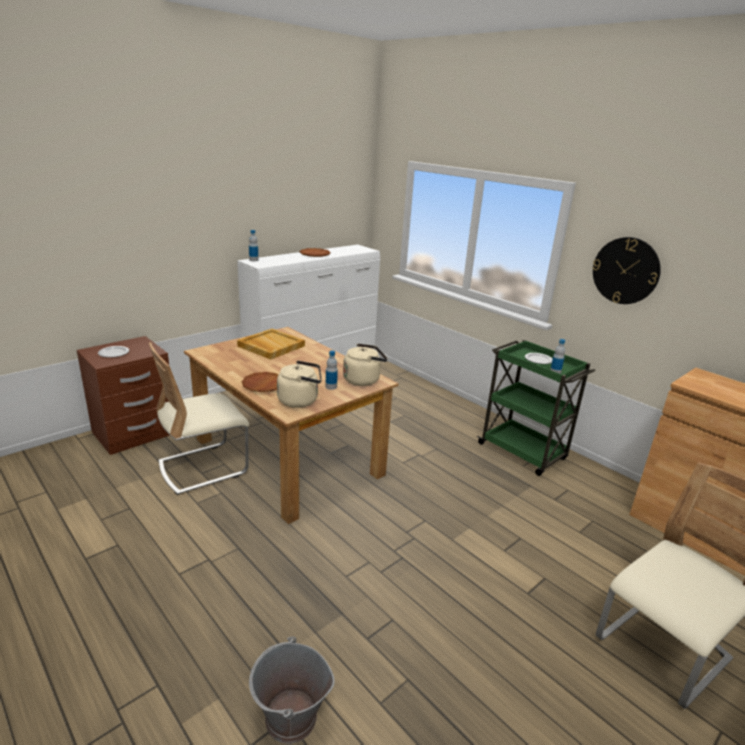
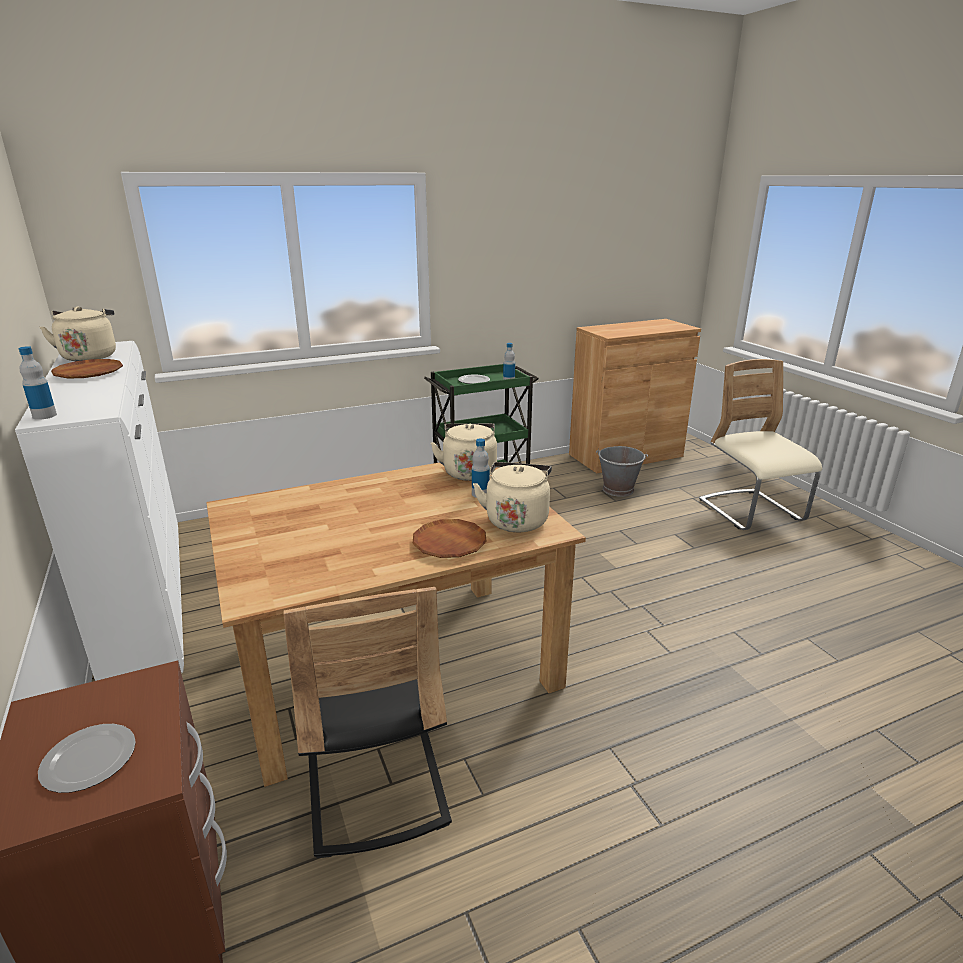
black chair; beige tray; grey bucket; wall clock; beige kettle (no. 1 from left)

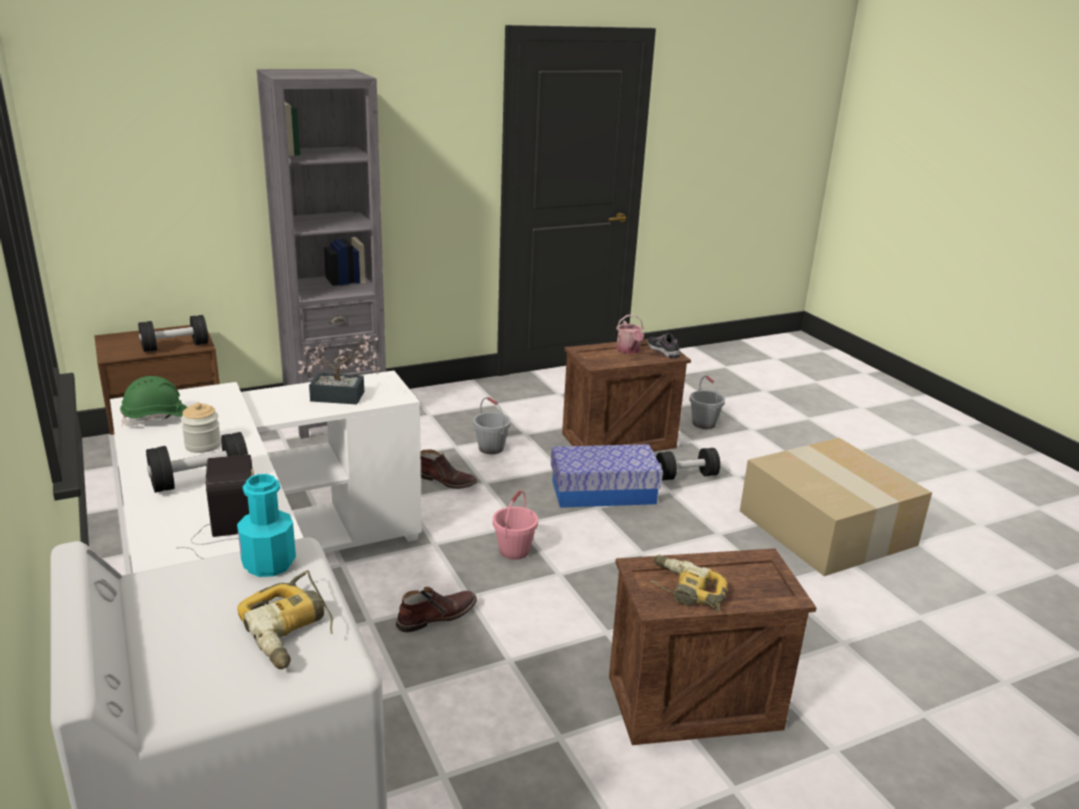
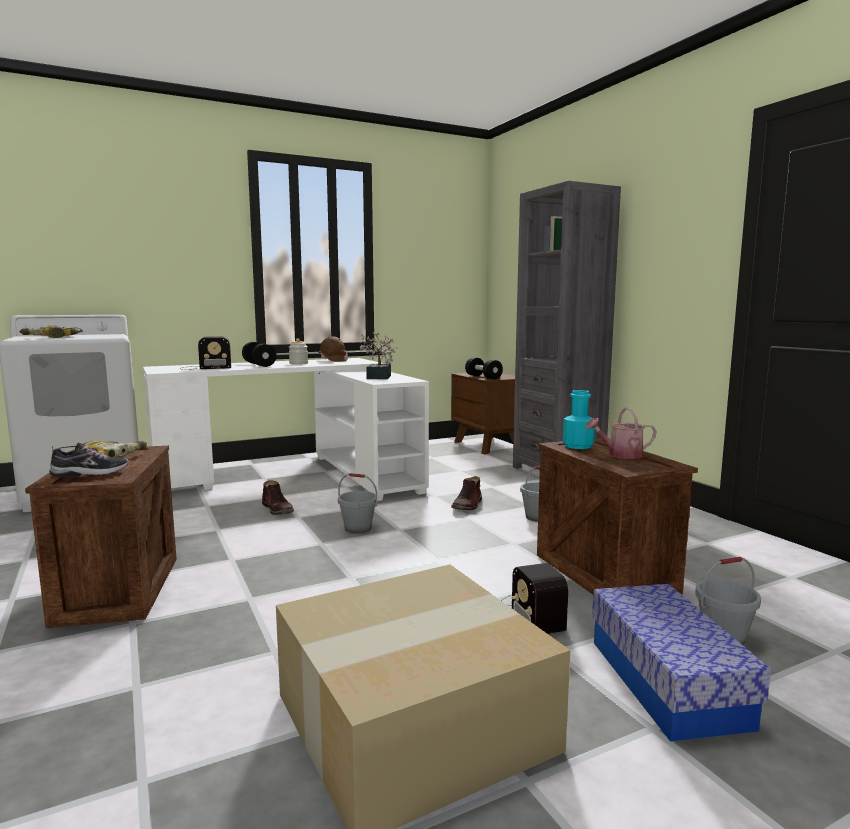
brown hard hat; turquoise bottle; grey bucket (no. 1 from left); storage box; shoe; radio (no. 2 from left)

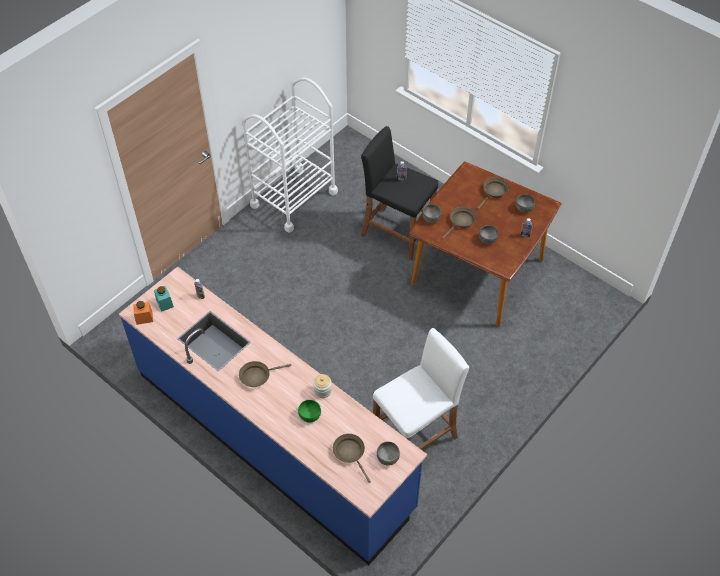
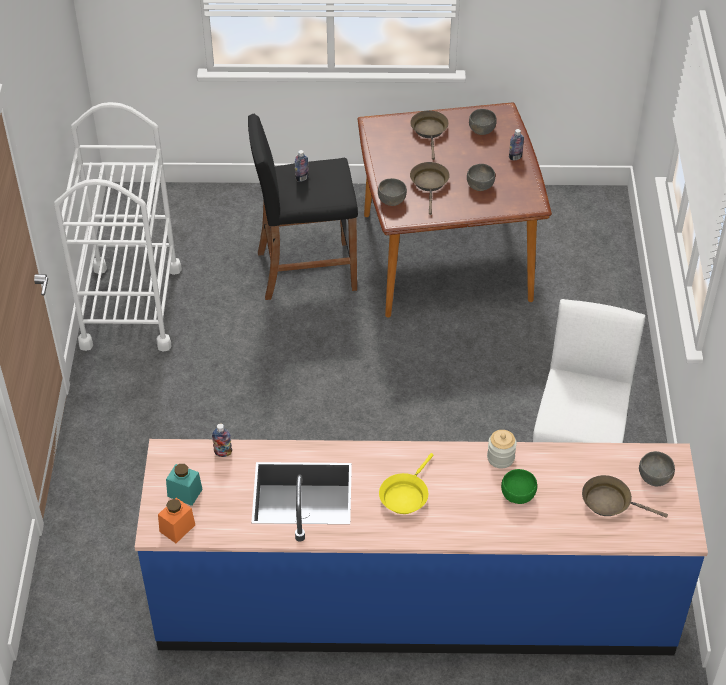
yellow frying pan

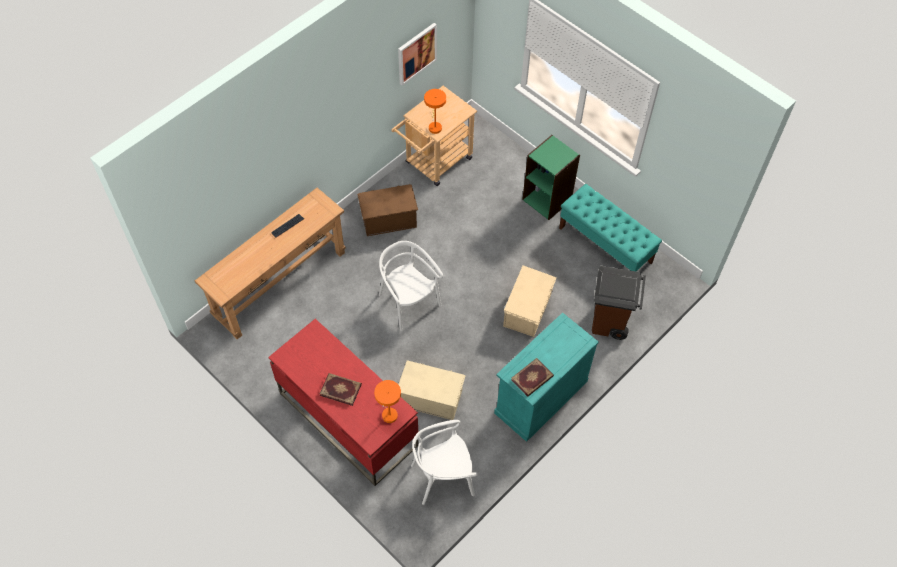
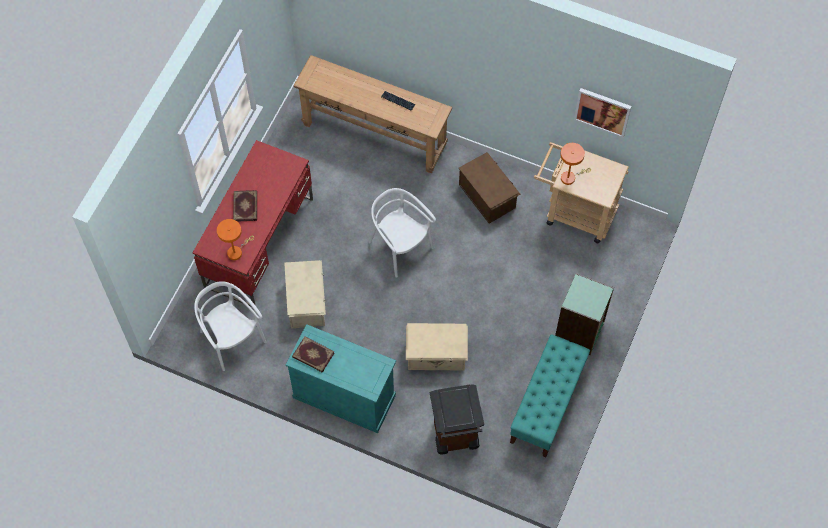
white chair (no. 2 from left)

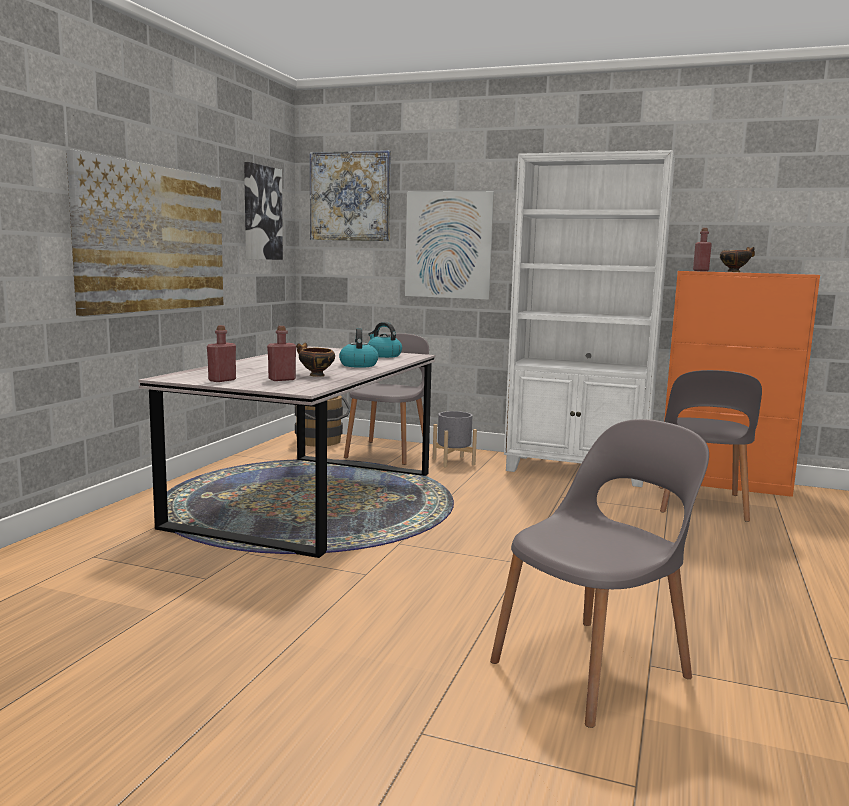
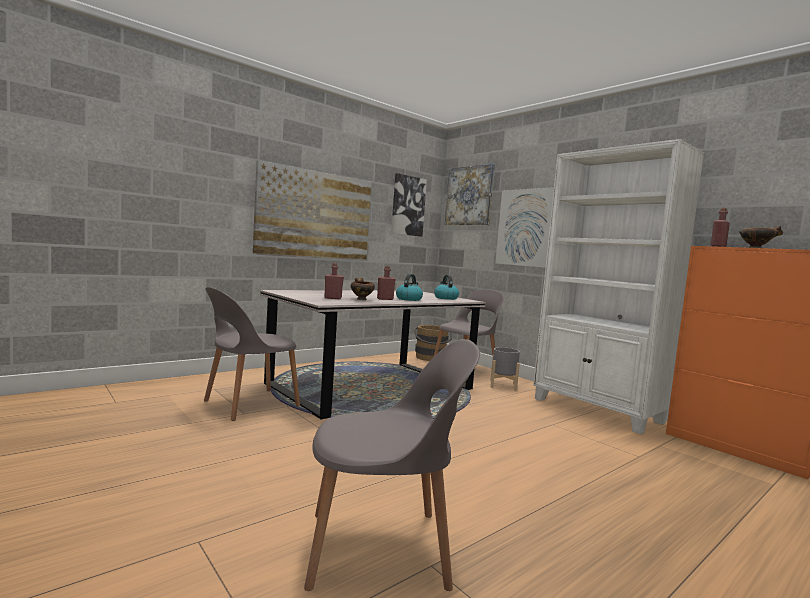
red bottle (no. 2 from left); grey chair (no. 1 from left)

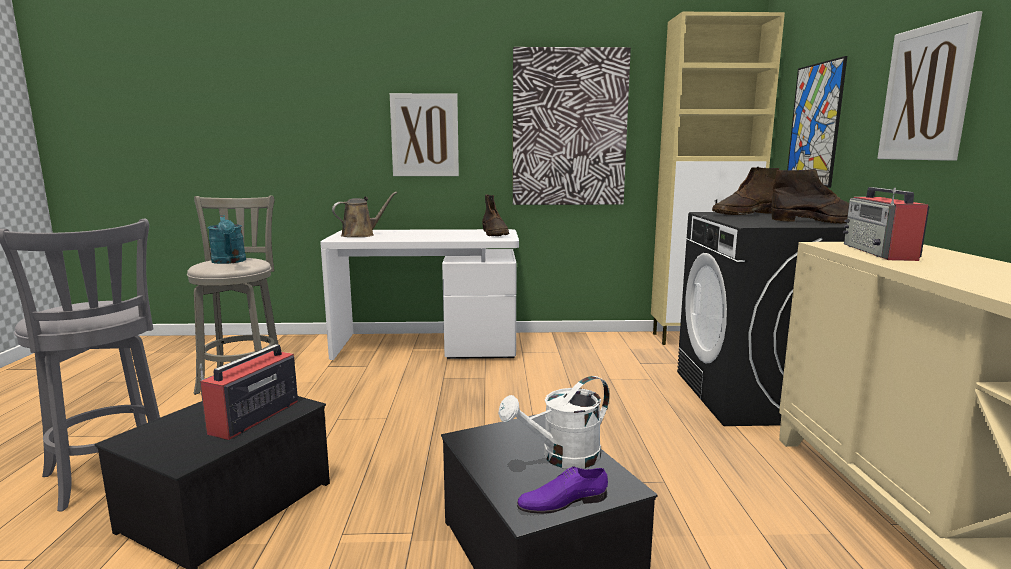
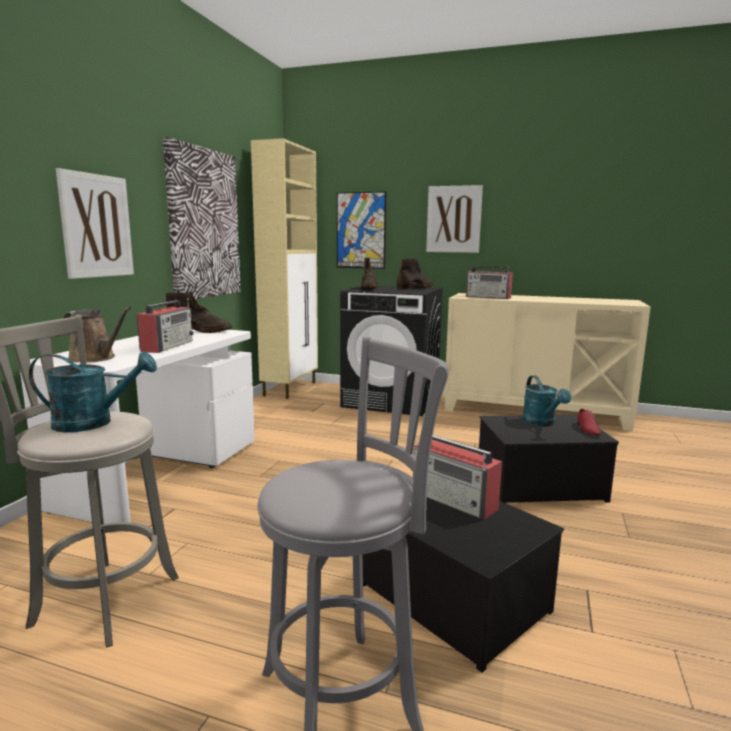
brown watering can; turquoise watering can (no. 2 from left); red shoe; radio (no. 1 from left)

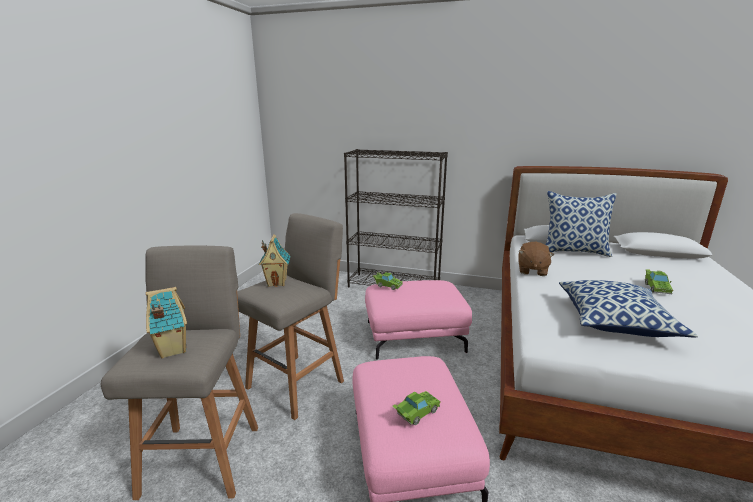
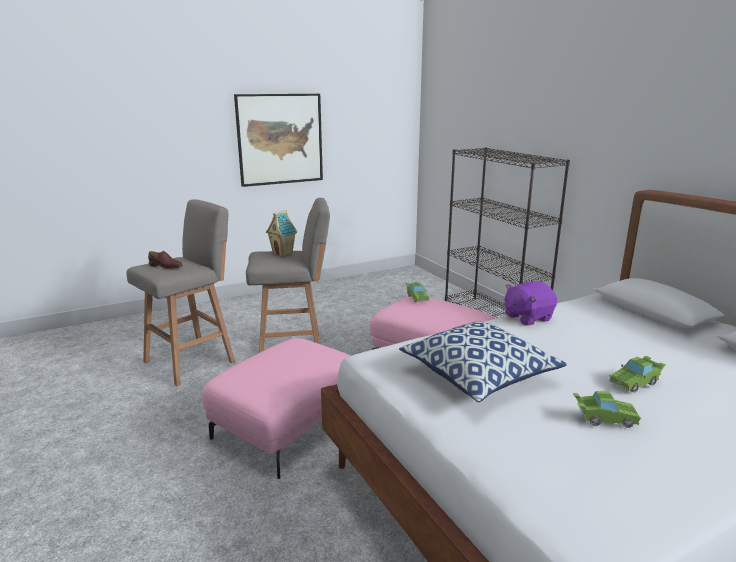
brown shoe; green toy car (no. 2 from left); purple plush toy; pillow (no. 1 from left in the first image); picture

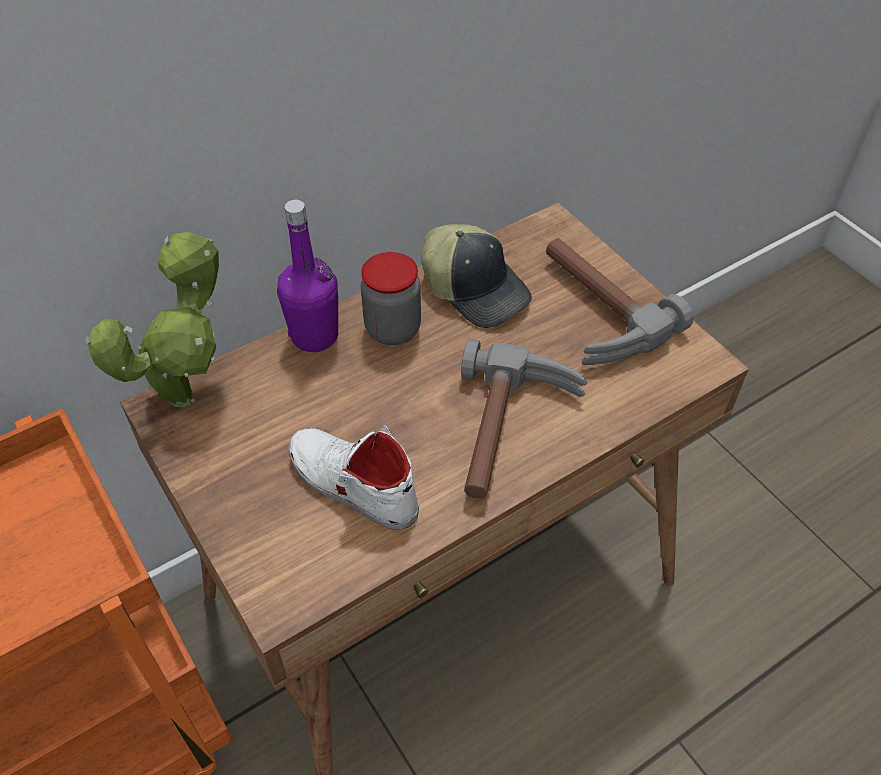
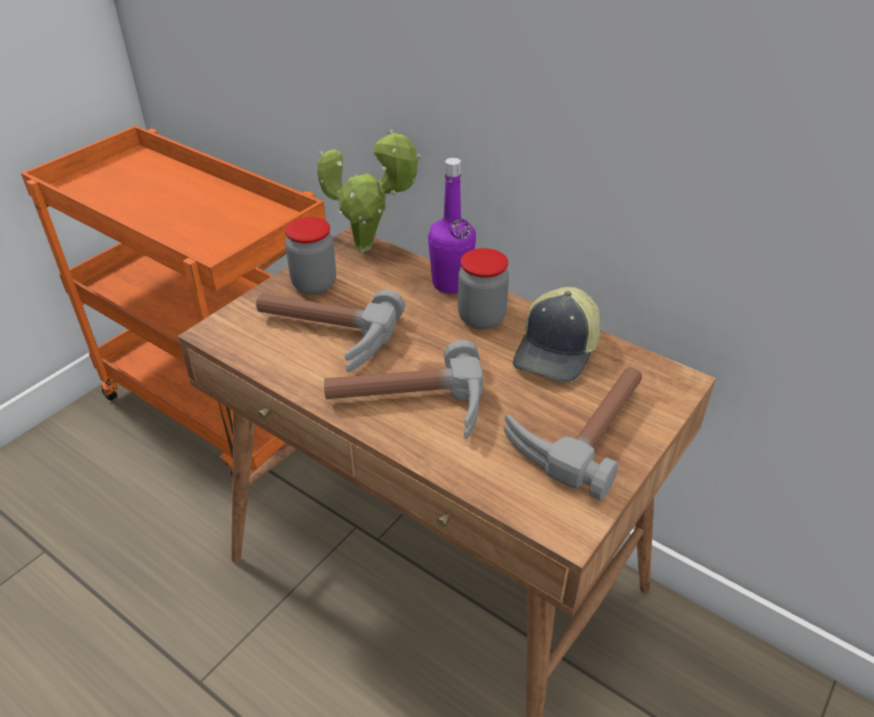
hammer (no. 1 from left); jar (no. 1 from left)

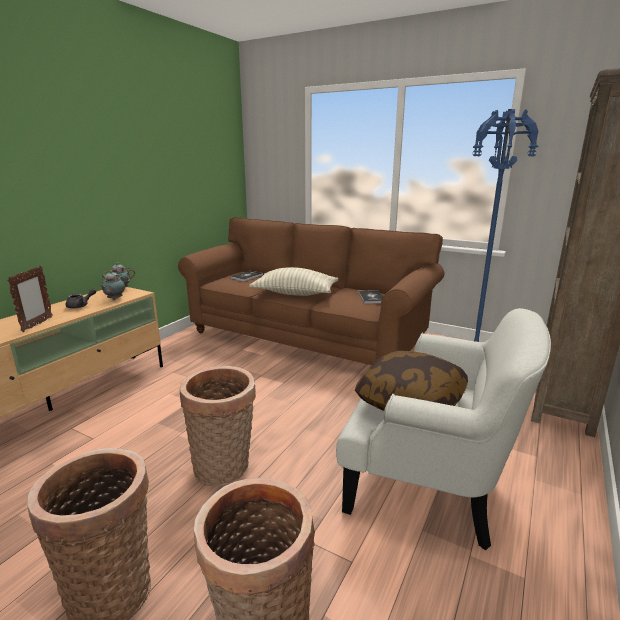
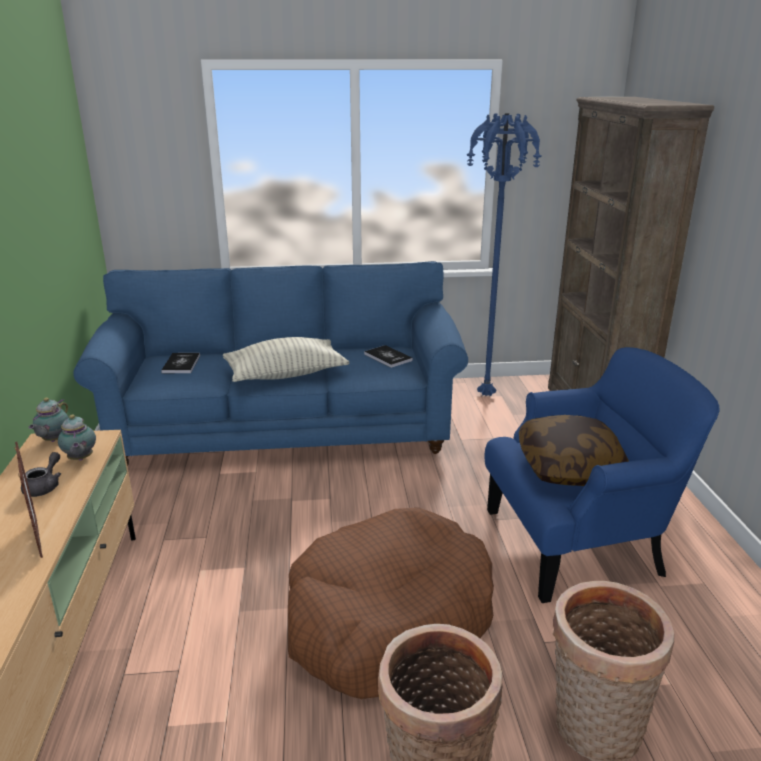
blue sofa; brown dog bed; blue armchair

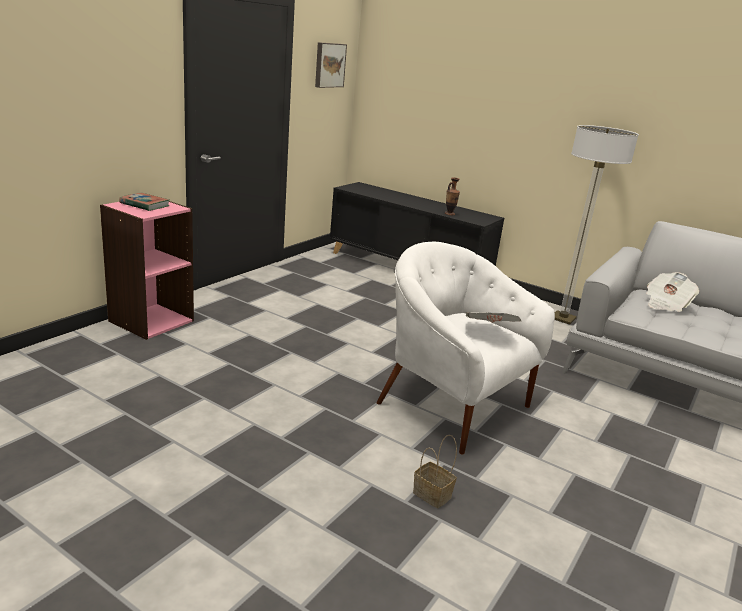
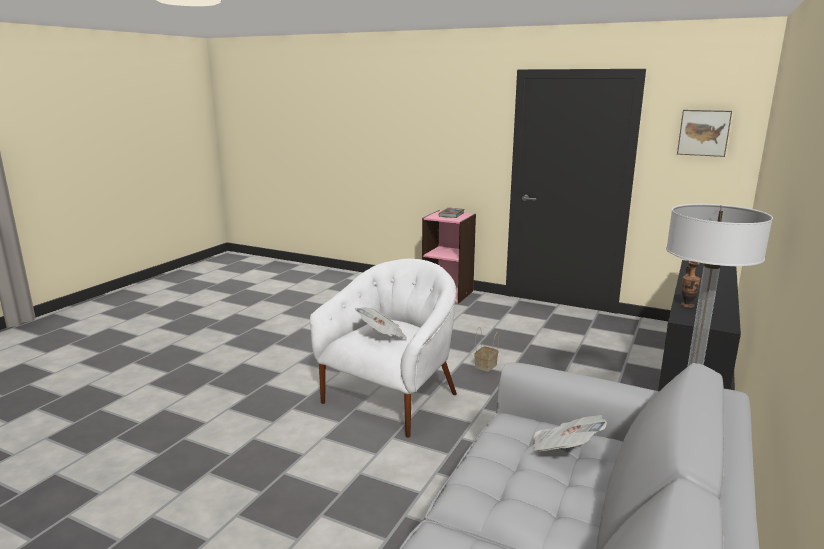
basket

